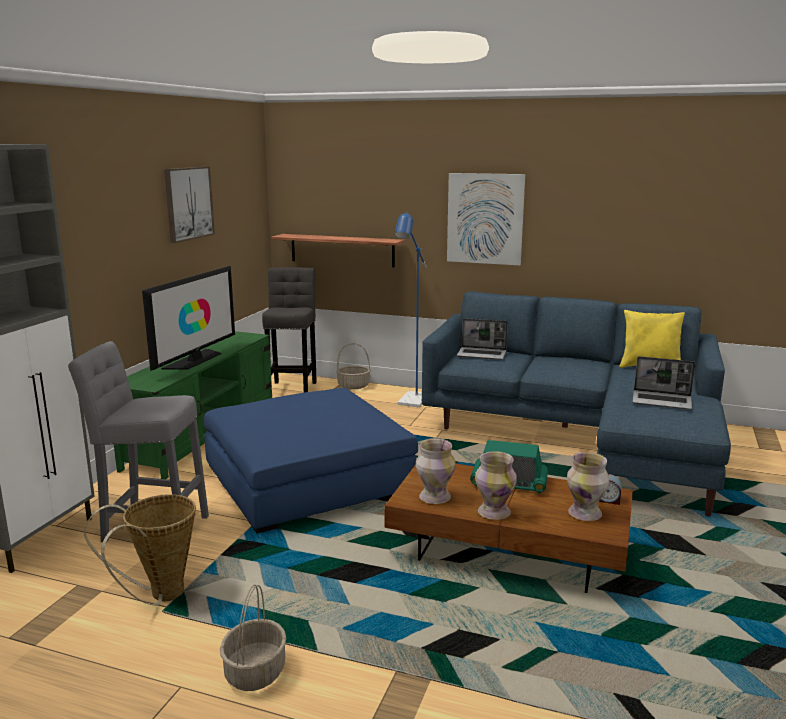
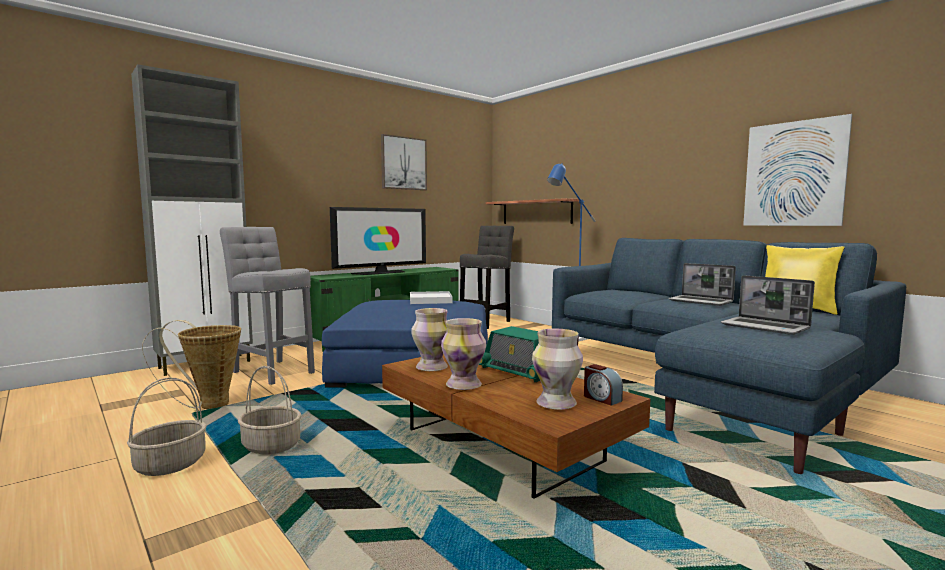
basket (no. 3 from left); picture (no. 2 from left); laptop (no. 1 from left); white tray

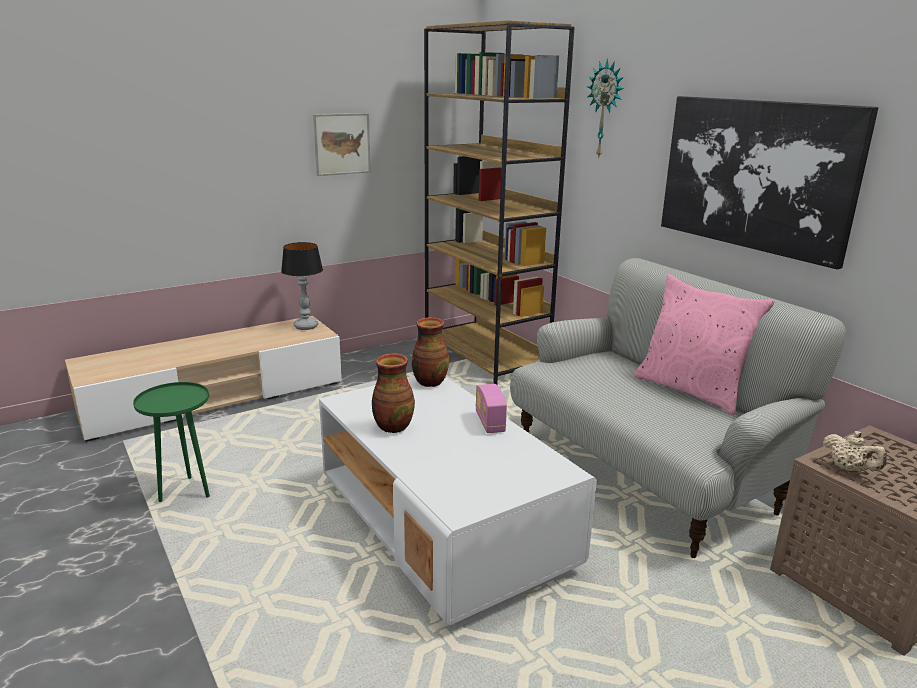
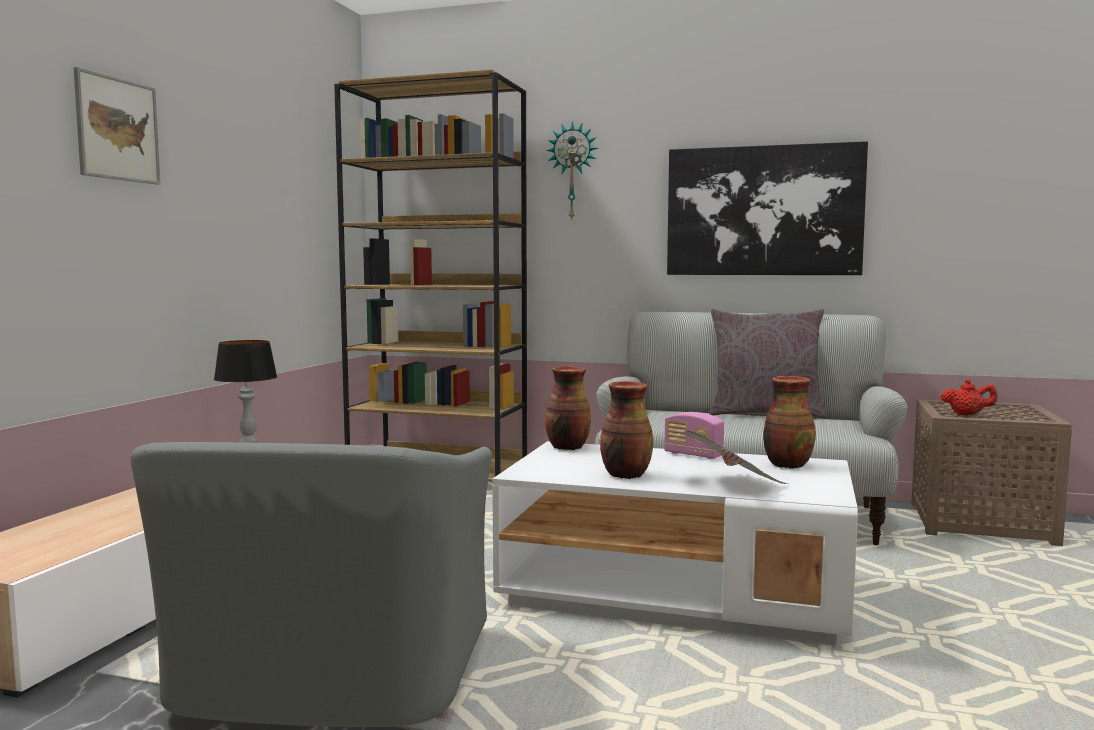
grey armchair; picture (no. 1 from left); grey pillow; red teapot; newspaper; vase (no. 3 from left)

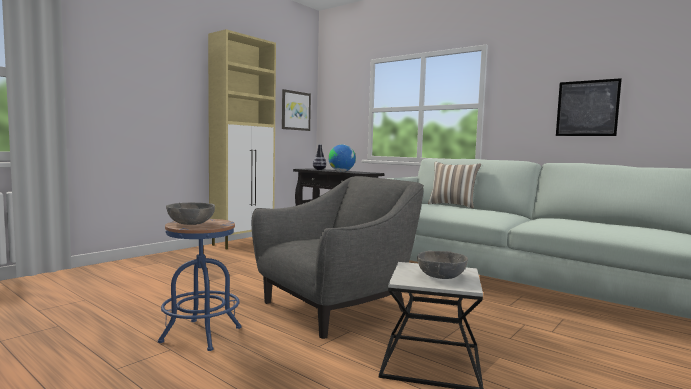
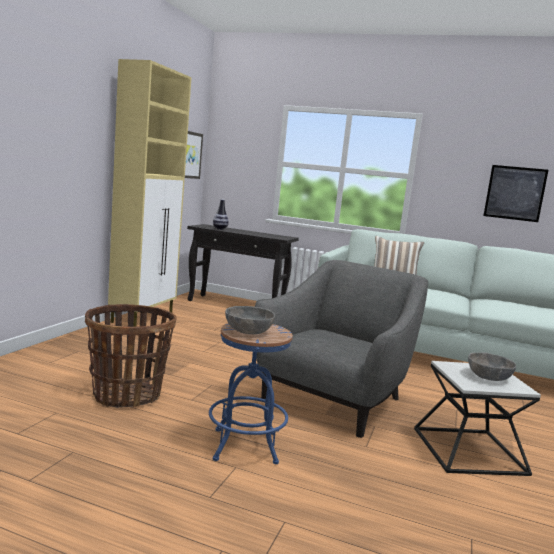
globe; basket

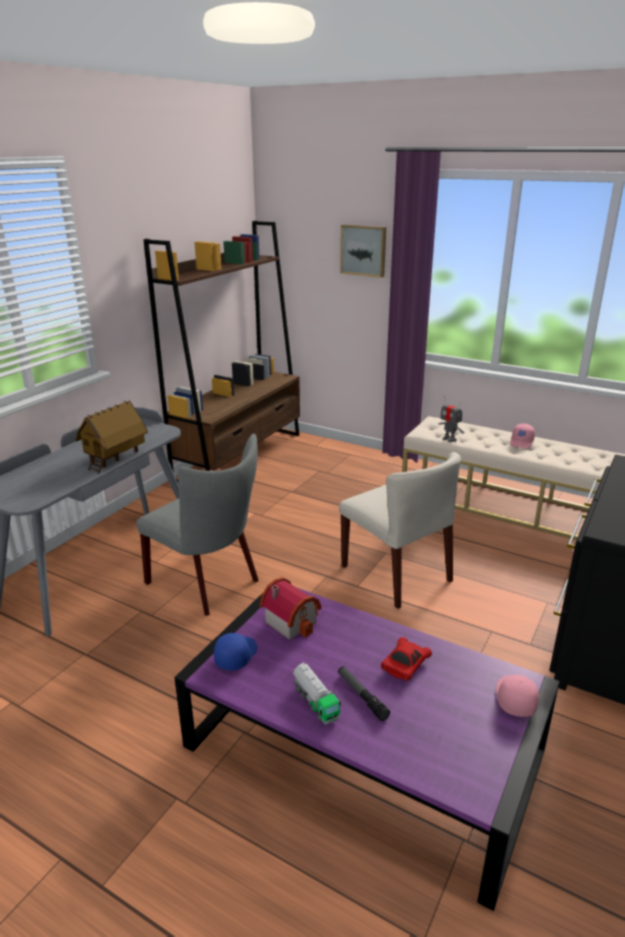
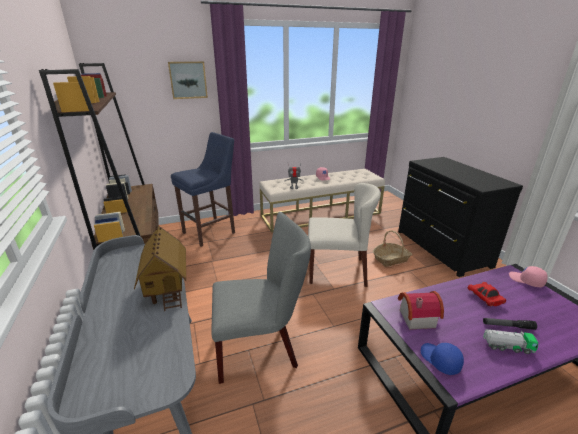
blue stool; basket

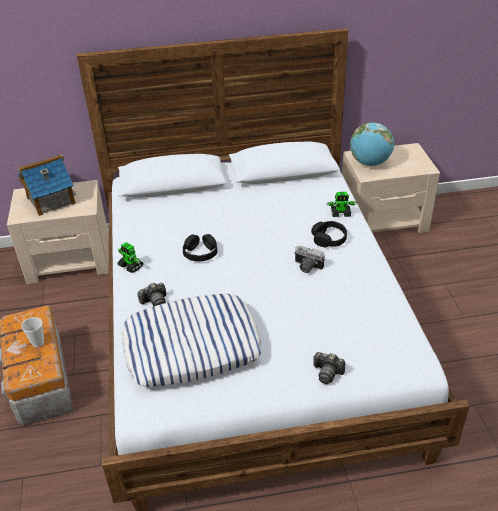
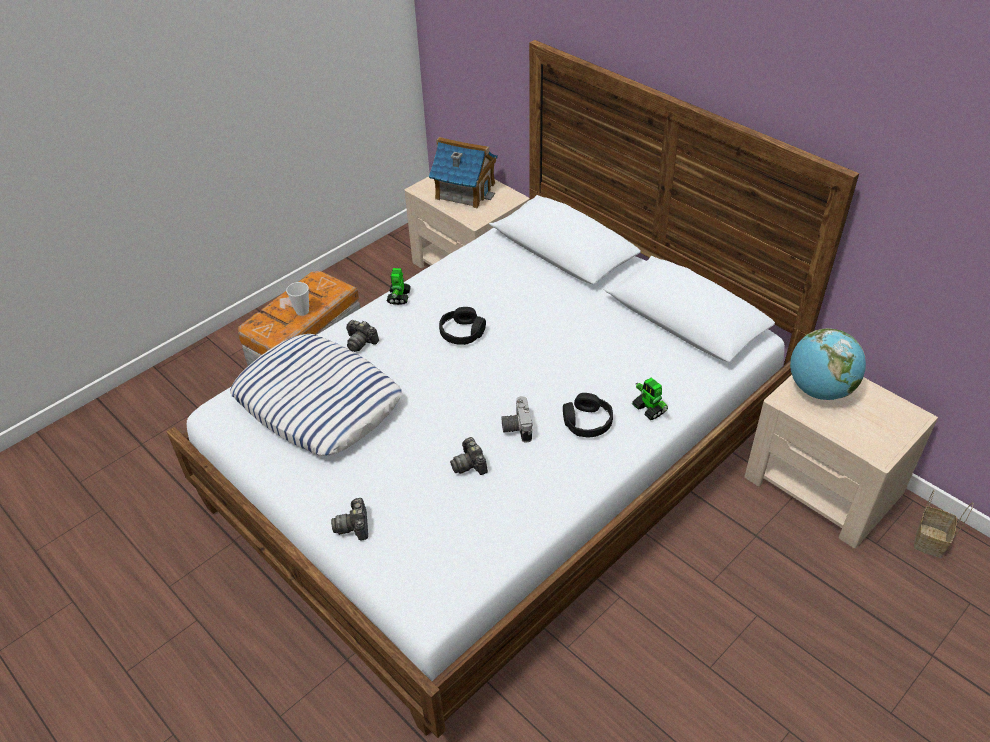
photo camera (no. 3 from left); basket

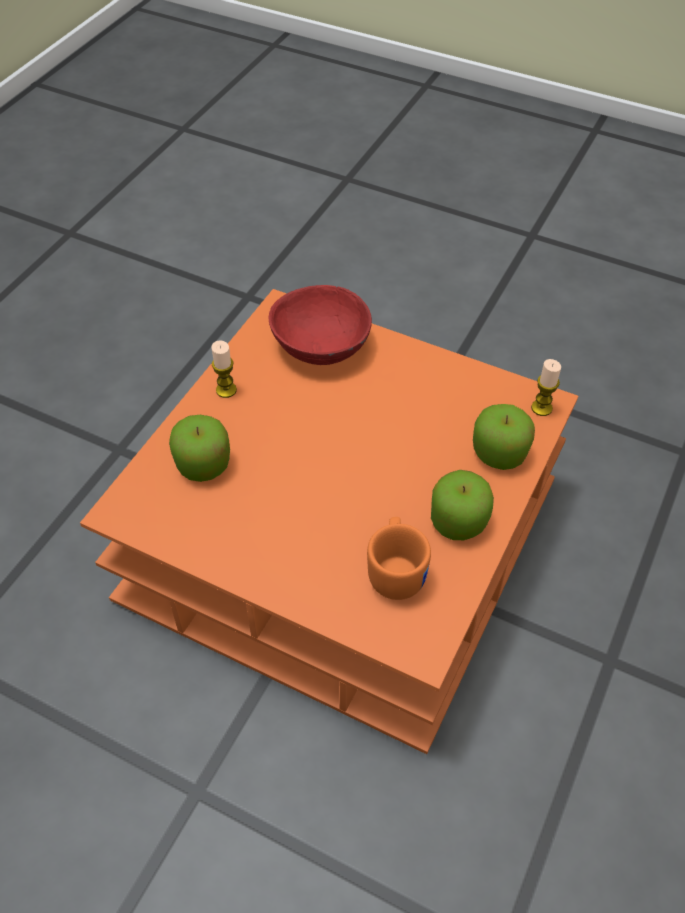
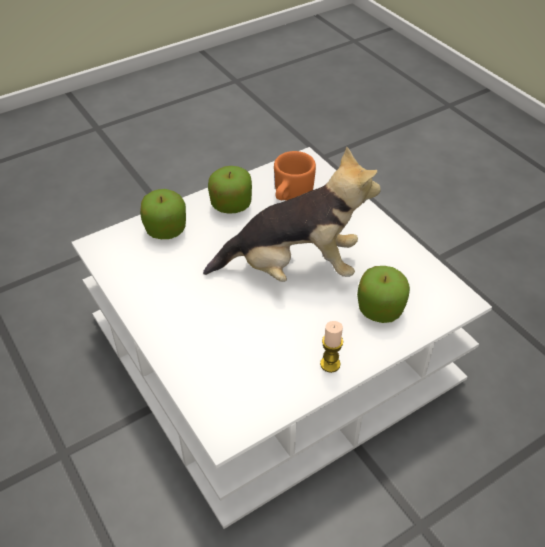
white coffee table; red bowl; candle (no. 2 from left in the first image); plush toy

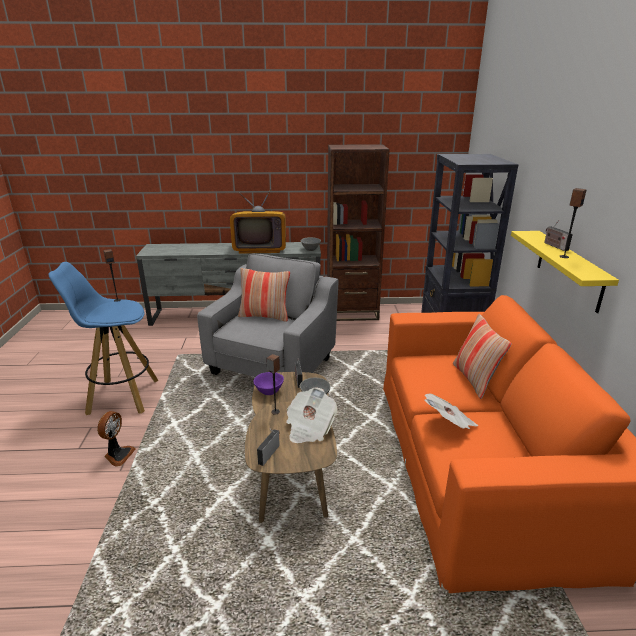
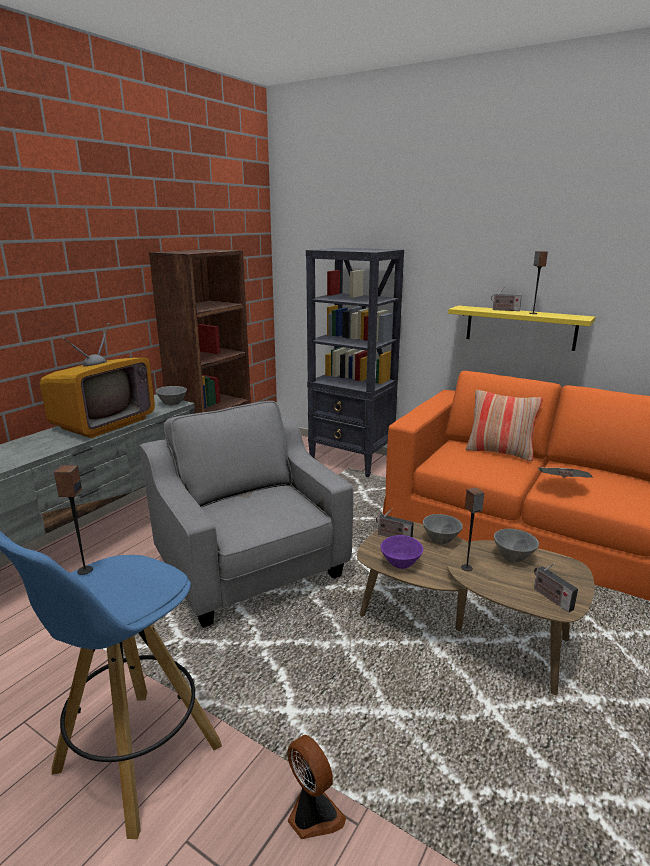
pillow (no. 1 from left in the first image); grey bowl (no. 3 from left)

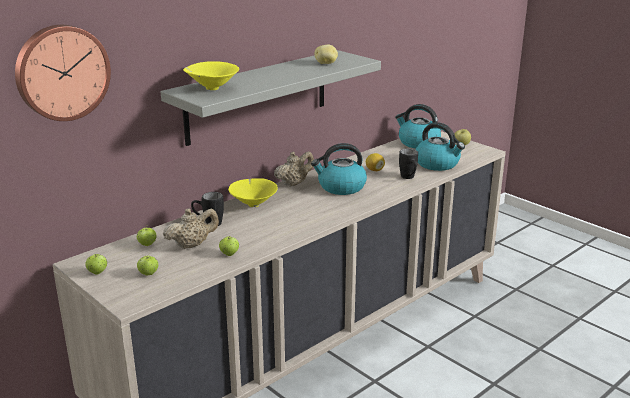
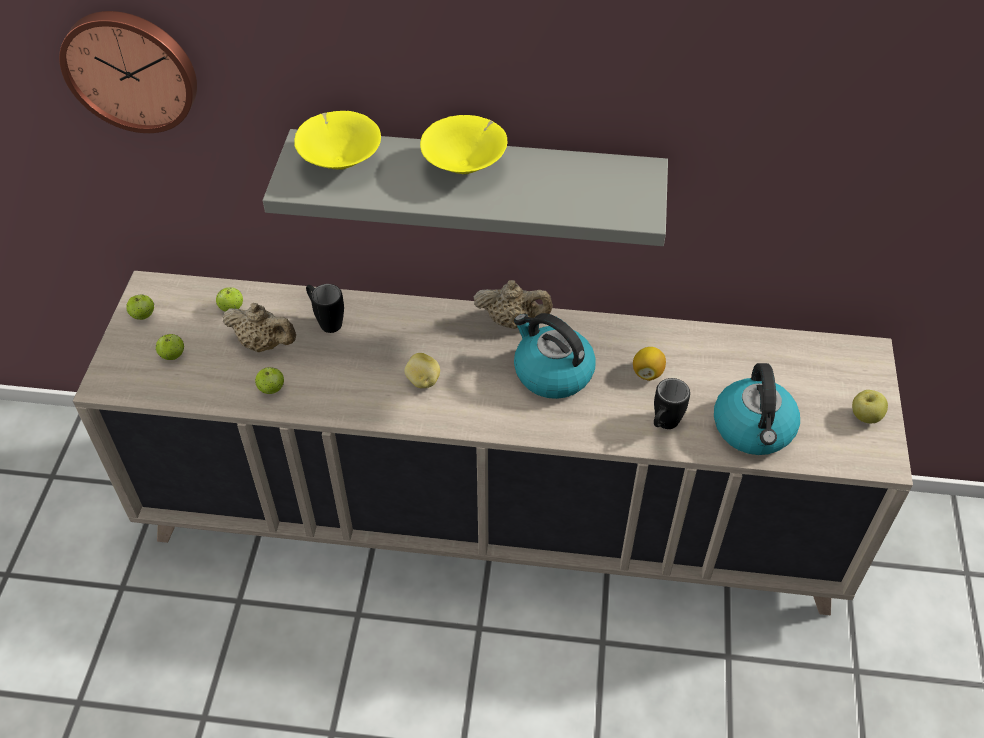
yellow bowl (no. 2 from left); potato; kettle (no. 2 from left in the first image)

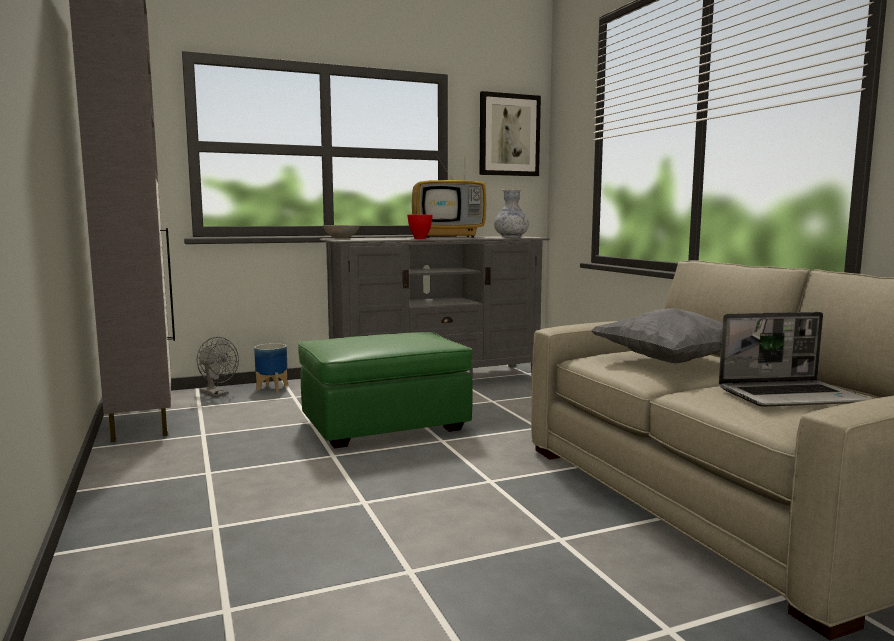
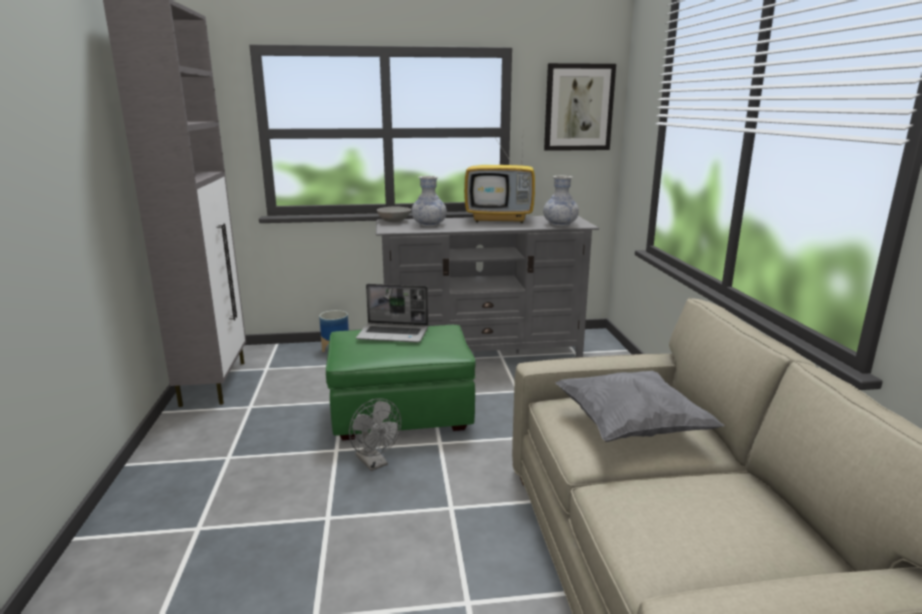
grey fan; red bowl; laptop; vase (no. 1 from left)

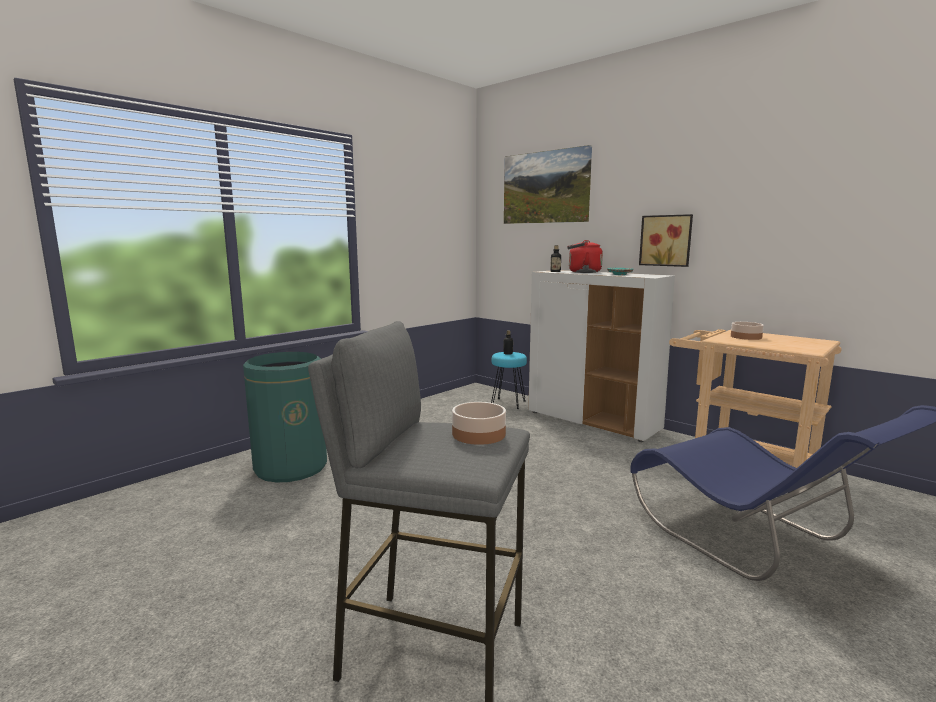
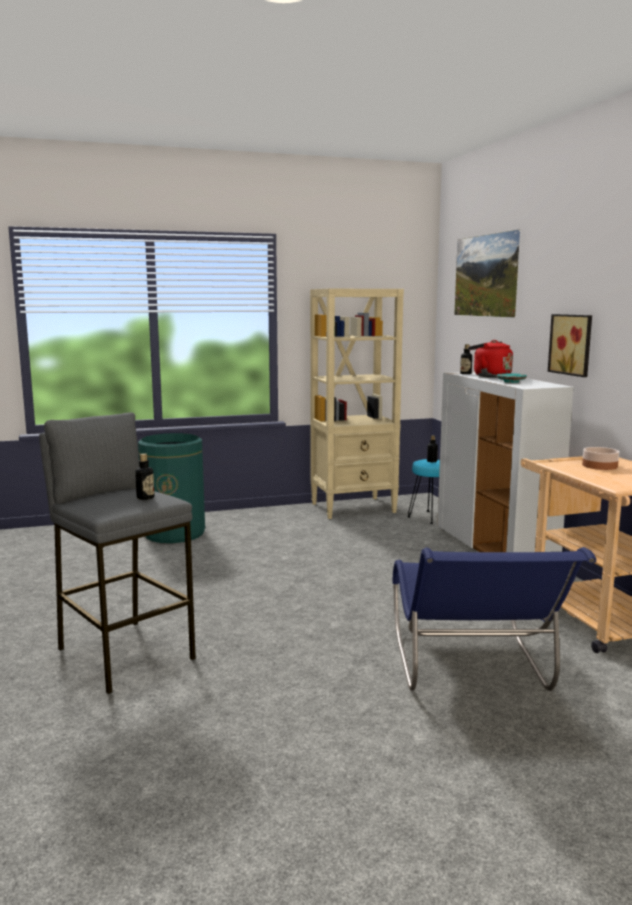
bottle (no. 1 from left); beige bookcase

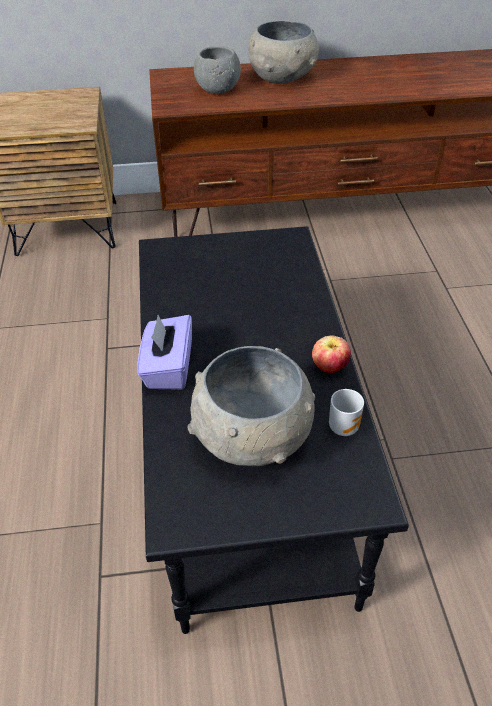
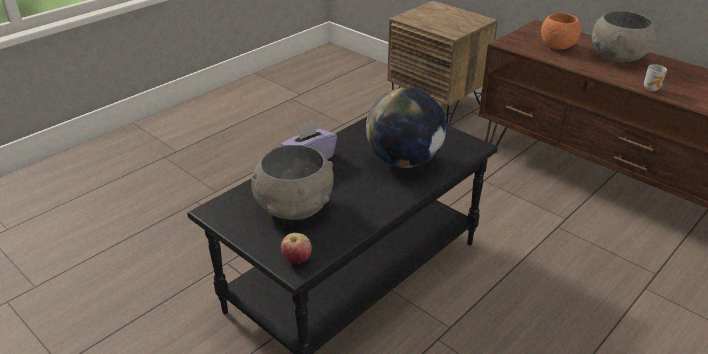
orange bowl; apple; mug; globe

